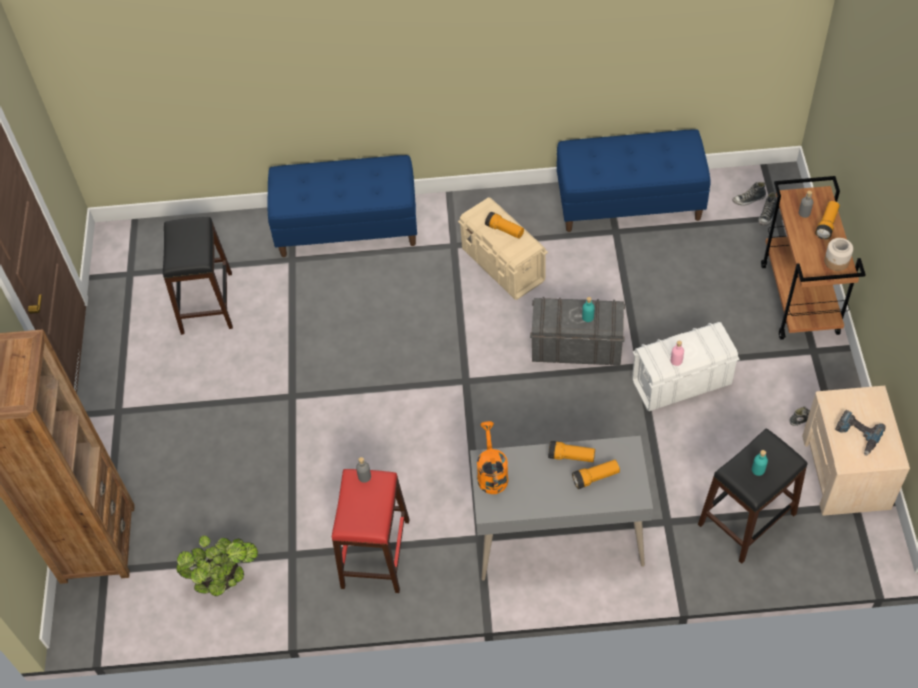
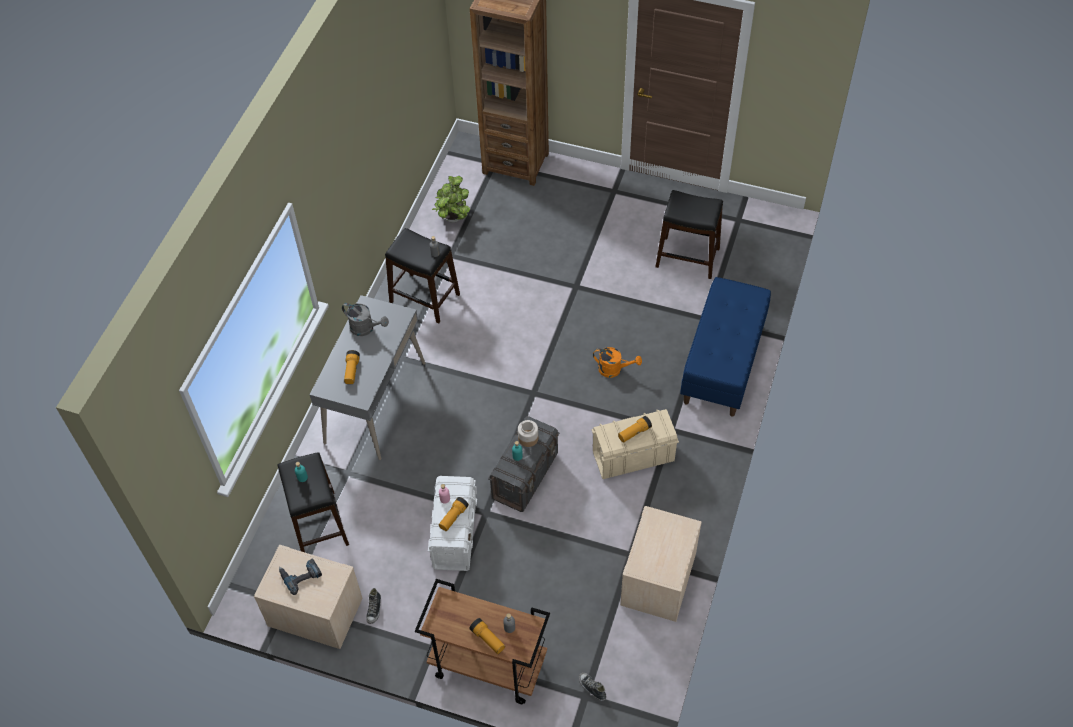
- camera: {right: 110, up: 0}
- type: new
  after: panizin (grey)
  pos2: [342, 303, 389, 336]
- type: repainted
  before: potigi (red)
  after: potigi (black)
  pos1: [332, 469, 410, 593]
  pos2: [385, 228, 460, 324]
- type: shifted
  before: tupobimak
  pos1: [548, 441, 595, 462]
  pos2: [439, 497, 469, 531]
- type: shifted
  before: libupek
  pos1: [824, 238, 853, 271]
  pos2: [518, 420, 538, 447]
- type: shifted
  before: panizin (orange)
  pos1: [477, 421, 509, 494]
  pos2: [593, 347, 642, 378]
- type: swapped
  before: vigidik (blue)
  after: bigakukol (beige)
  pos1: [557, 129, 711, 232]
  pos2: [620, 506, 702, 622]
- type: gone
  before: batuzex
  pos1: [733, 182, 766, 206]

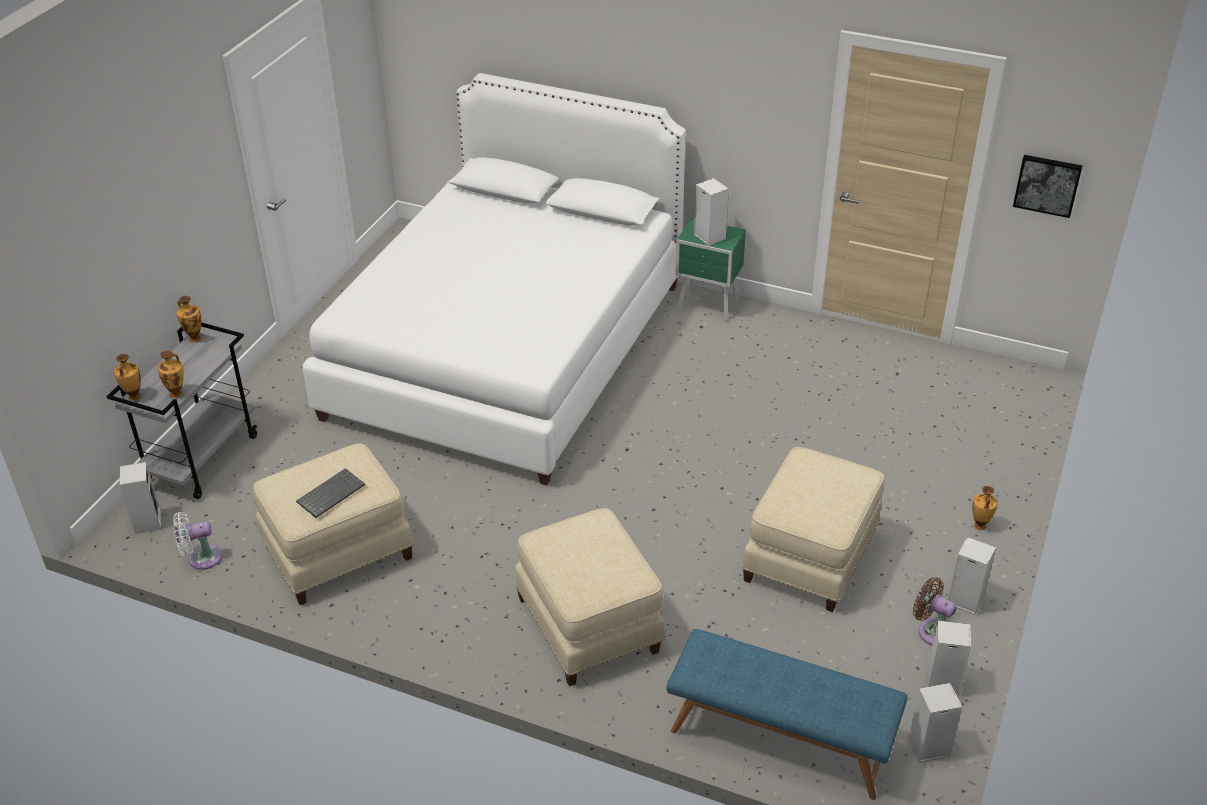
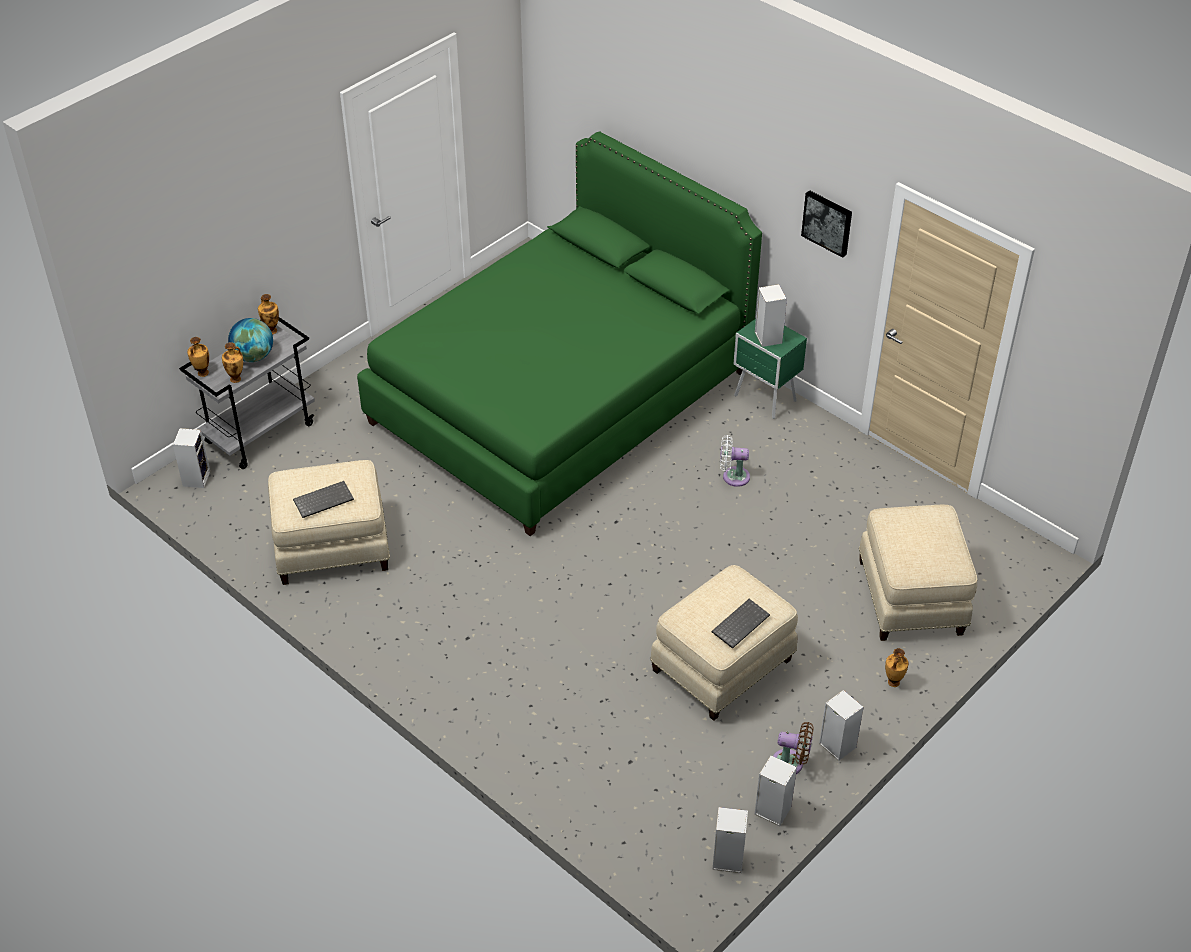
- camera: {right: 20, up: 5}
- type: new
  after: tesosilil
  pos2: [228, 318, 273, 362]
- type: repainted
  before: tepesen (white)
  after: tepesen (green)
  pos1: [302, 73, 686, 486]
  pos2: [357, 131, 762, 536]
- type: new
  after: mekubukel
  pos2: [712, 599, 770, 649]
- type: shifted
  before: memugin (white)
  pos1: [173, 512, 222, 570]
  pos2: [720, 435, 750, 487]
- type: rotated
  before: memugin (brown)
  pos1: [913, 577, 957, 646]
  pos2: [773, 722, 813, 774]
  turn: 135
- type: shifted
  before: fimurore
  pos1: [1013, 155, 1083, 218]
  pos2: [801, 190, 852, 258]
- type: shifted
  before: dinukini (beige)
  pos1: [515, 508, 665, 686]
  pos2: [859, 505, 977, 641]
- type: gone
  before: vigidik (blue)
  pos1: [666, 629, 908, 800]

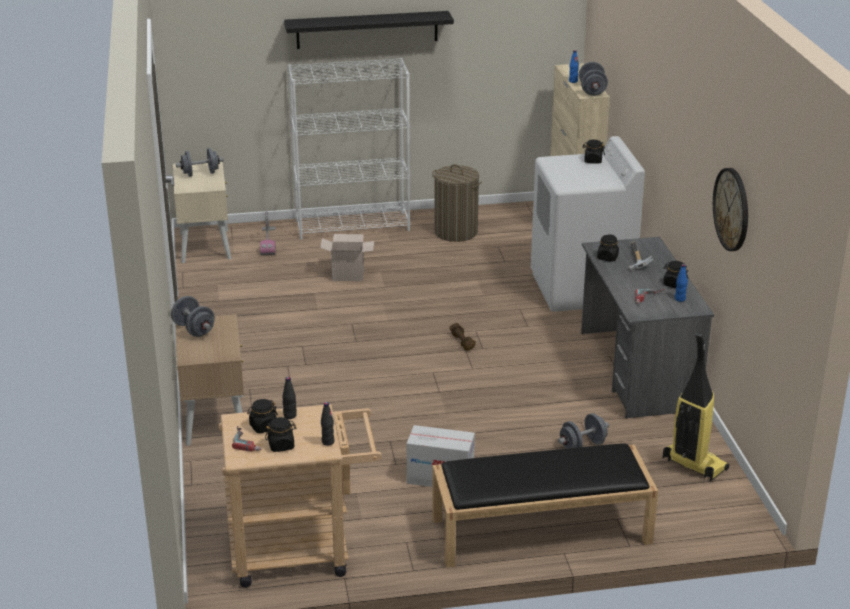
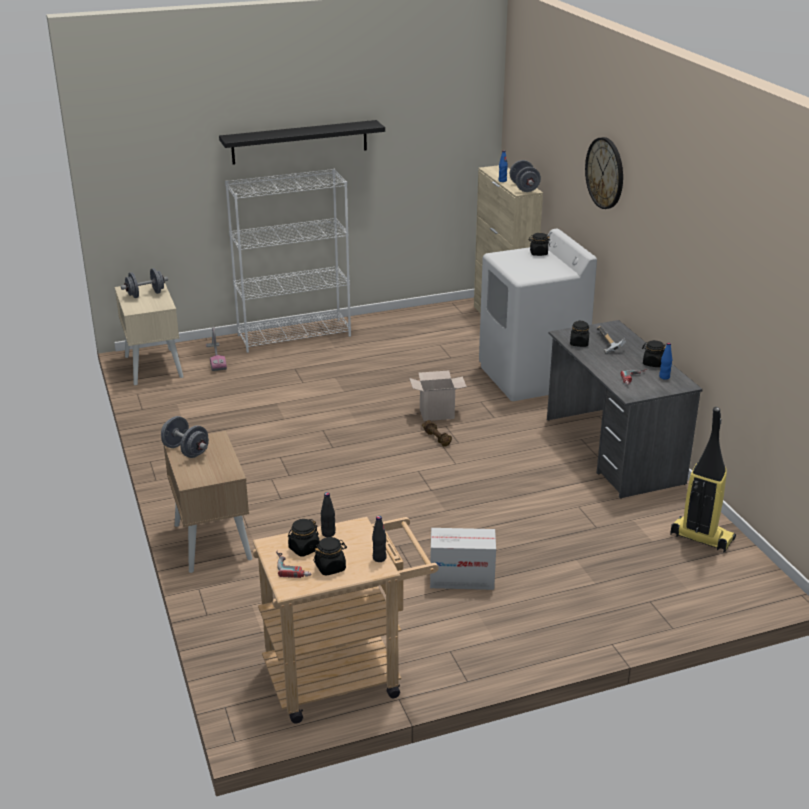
- camera: {right: -10, up: 0}
- type: shifted
  before: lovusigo
  pos1: [320, 234, 374, 281]
  pos2: [409, 370, 467, 421]
- type: shifted
  before: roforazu
  pos1: [713, 168, 748, 251]
  pos2: [585, 137, 623, 209]
- type: gone
  before: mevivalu
  pos1: [432, 164, 482, 242]
- type: gone
  before: vigidik (black)
  pos1: [432, 443, 658, 567]
- type: gone
  before: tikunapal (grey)
  pos1: [558, 413, 609, 449]

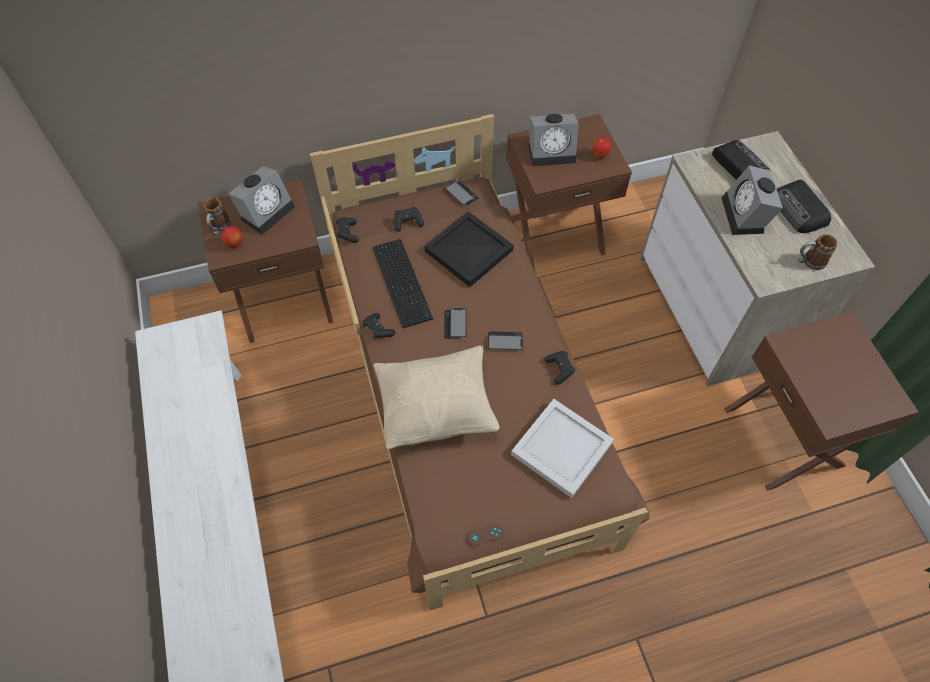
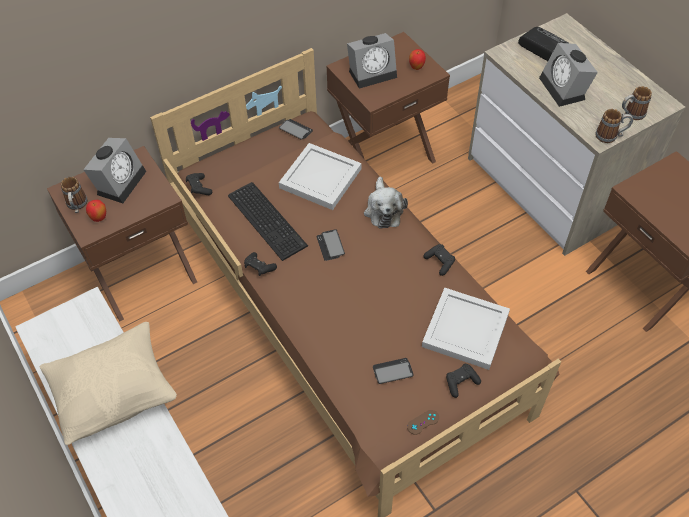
- camera: {right: -15, up: -5}
- type: shifted
  before: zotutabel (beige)
  pos1: [373, 346, 500, 449]
  pos2: [40, 322, 177, 445]
- type: repainted
  before: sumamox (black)
  after: sumamox (white)
  pos1: [425, 211, 514, 287]
  pos2: [279, 143, 361, 210]
- type: new
  after: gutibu
  pos2: [364, 176, 408, 229]
- type: shifted
  before: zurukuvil
  pos1: [488, 331, 523, 350]
  pos2: [373, 358, 413, 384]
- type: shifted
  before: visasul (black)
  pos1: [394, 207, 424, 232]
  pos2: [446, 364, 481, 398]
- type: new
  after: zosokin
  pos2: [595, 109, 633, 143]
- type: gone
  before: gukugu
  pos1: [777, 180, 831, 233]

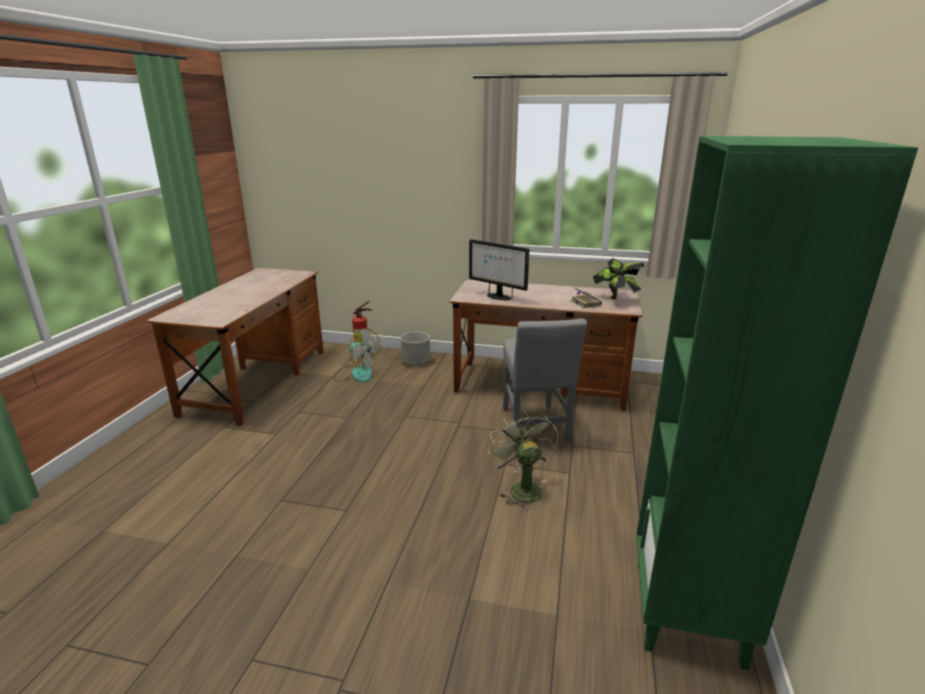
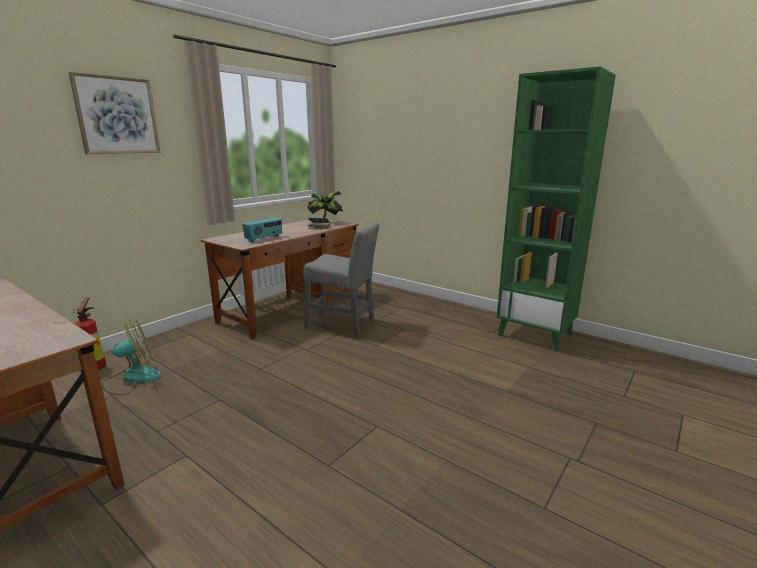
- camera: {right: -65, up: -5}
- type: new
  after: fimurore
  pos2: [68, 72, 160, 154]
- type: swapped
  before: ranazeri
  after: gukugu
  pos1: [469, 239, 529, 300]
  pos2: [242, 218, 282, 242]
- type: gone
  before: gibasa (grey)
  pos1: [401, 332, 430, 365]
- type: gone
  before: memugin (green)
  pos1: [488, 410, 558, 510]

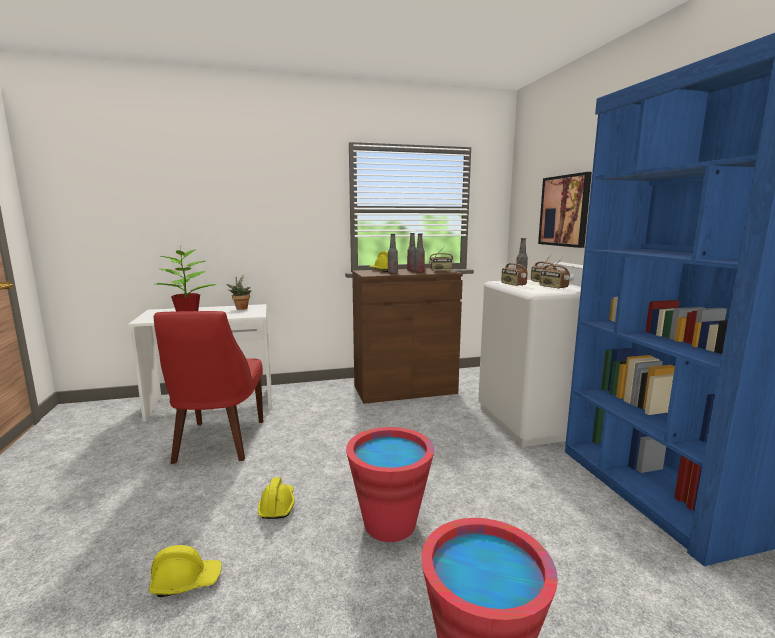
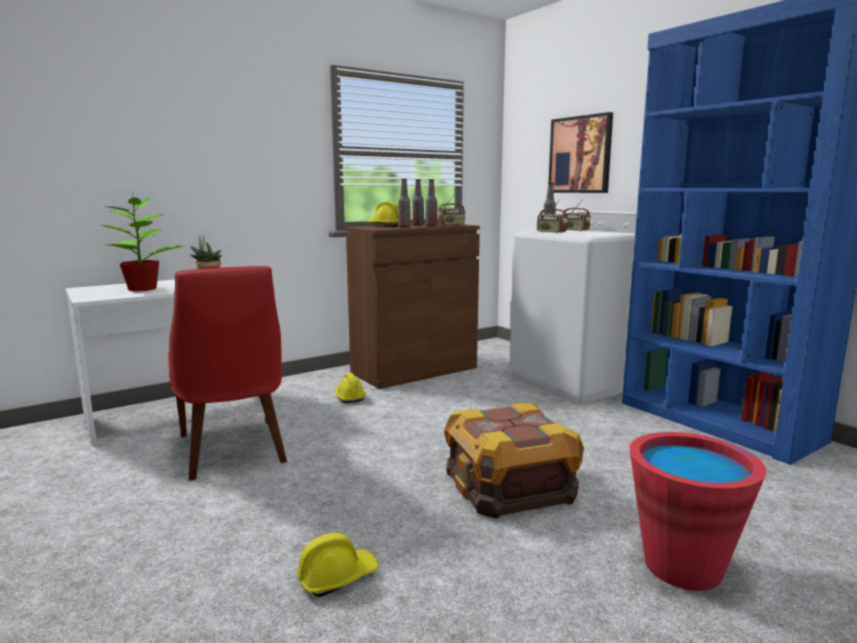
- camera: {right: -20, up: 0}
- type: shifted
  before: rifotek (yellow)
  pos1: [258, 477, 295, 519]
  pos2: [335, 373, 366, 403]
- type: swapped
  before: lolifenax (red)
  after: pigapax
  pos1: [346, 427, 434, 542]
  pos2: [444, 403, 584, 519]
- type: gone
  before: gukugu
  pos1: [539, 257, 570, 289]

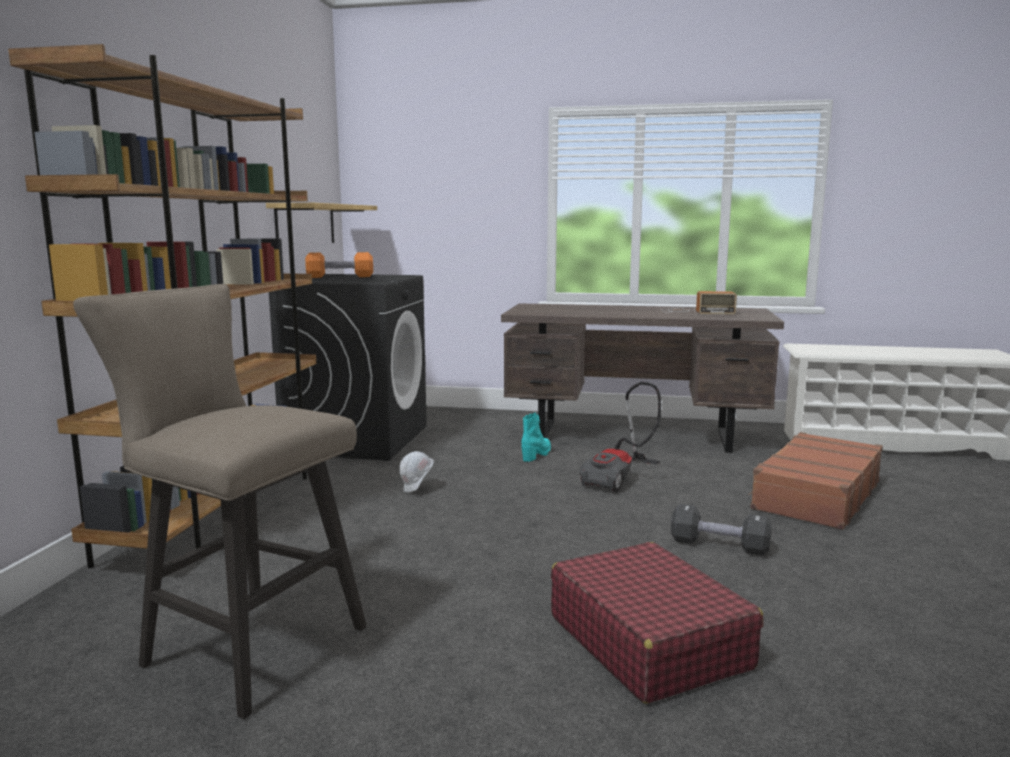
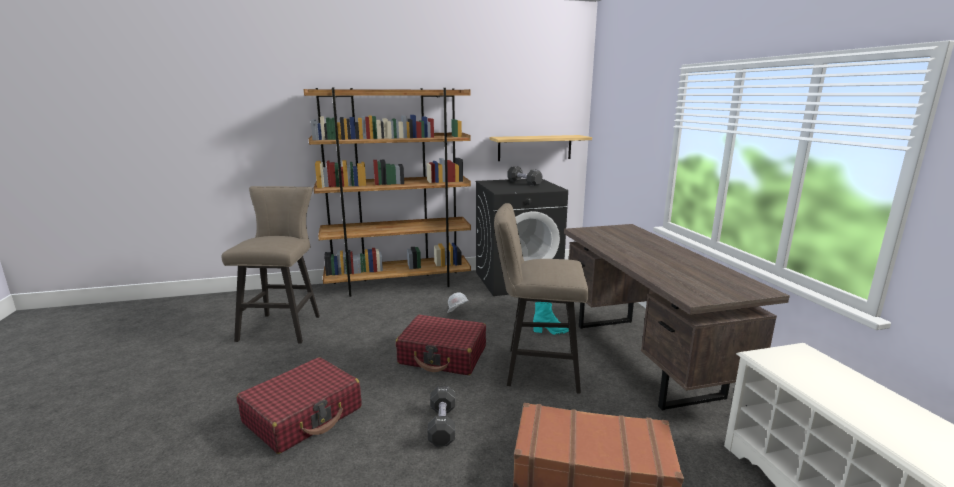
- camera: {right: 65, up: 5}
- type: new
  after: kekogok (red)
  pos2: [395, 315, 486, 375]
- type: swapped
  before: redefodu
  after: potigi (beige)
  pos1: [579, 382, 661, 492]
  pos2: [494, 203, 589, 394]
- type: repainted
  before: tikunapal (orange)
  after: tikunapal (black)
  pos1: [305, 252, 373, 278]
  pos2: [507, 166, 542, 186]
- type: gone
  before: gukugu
  pos1: [659, 291, 737, 315]

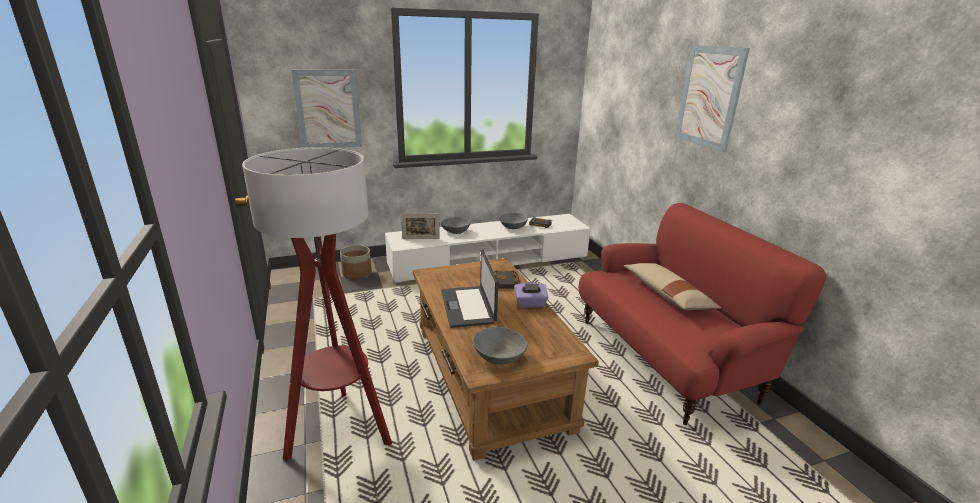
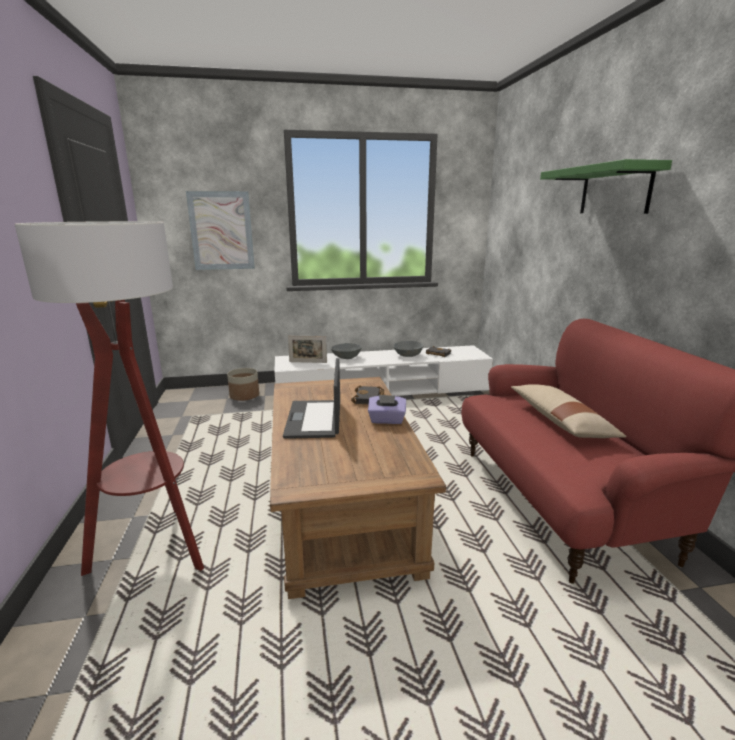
- camera: {right: 10, up: -5}
- type: swapped
  before: fimurore
  after: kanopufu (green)
  pos1: [675, 45, 750, 152]
  pos2: [540, 159, 672, 214]
- type: gone
  before: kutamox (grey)
  pos1: [473, 327, 528, 365]

